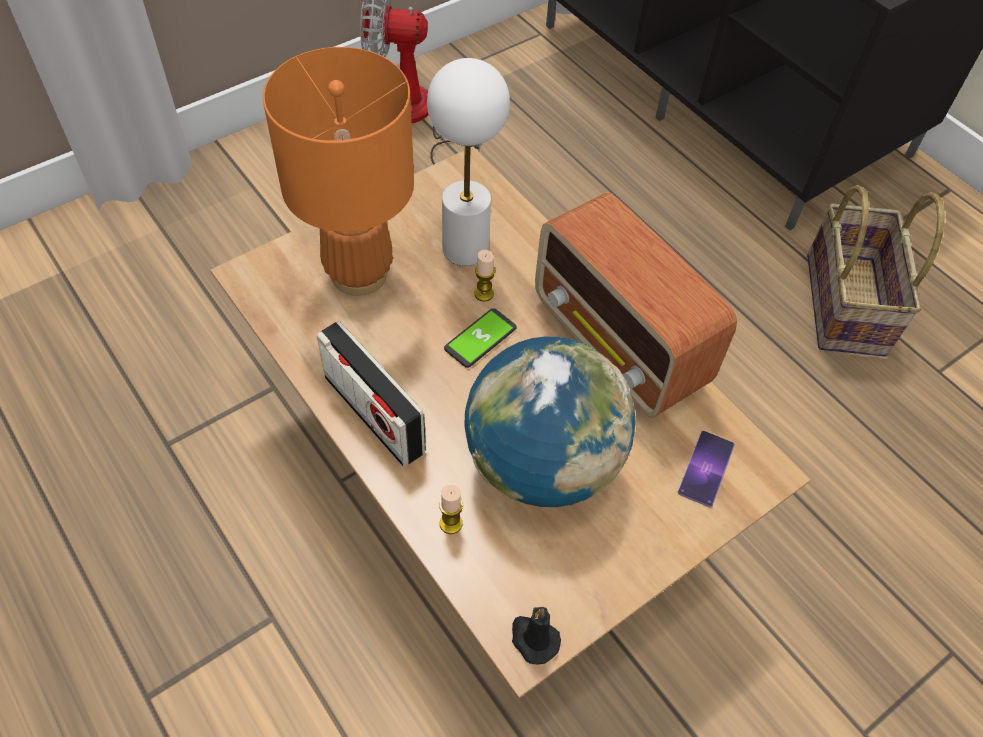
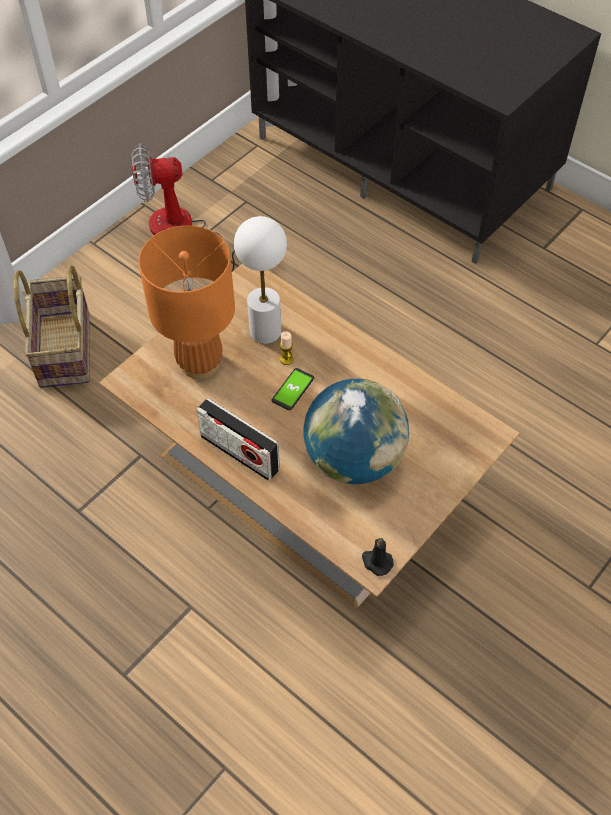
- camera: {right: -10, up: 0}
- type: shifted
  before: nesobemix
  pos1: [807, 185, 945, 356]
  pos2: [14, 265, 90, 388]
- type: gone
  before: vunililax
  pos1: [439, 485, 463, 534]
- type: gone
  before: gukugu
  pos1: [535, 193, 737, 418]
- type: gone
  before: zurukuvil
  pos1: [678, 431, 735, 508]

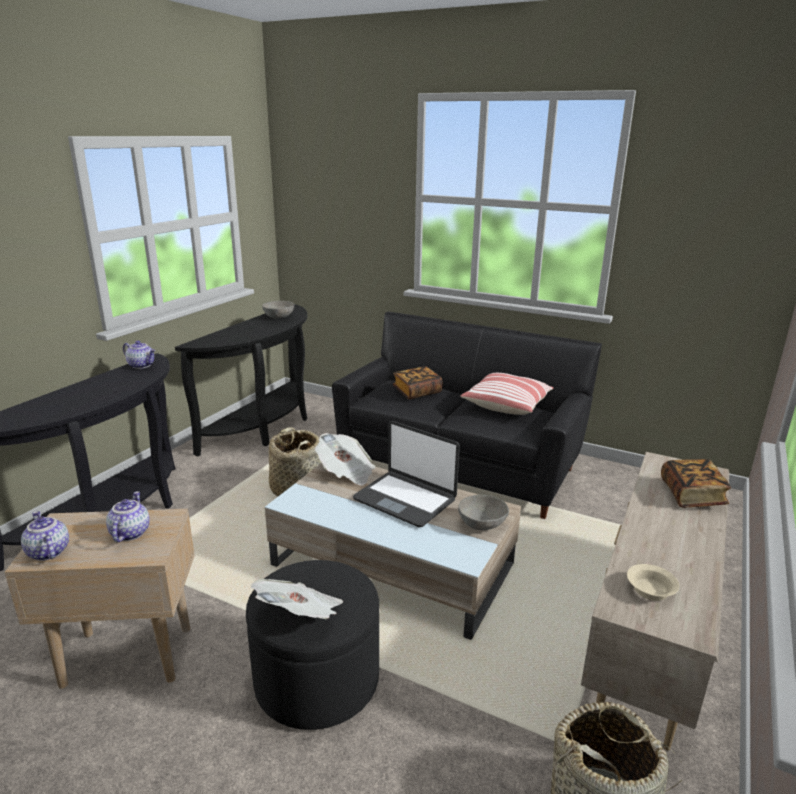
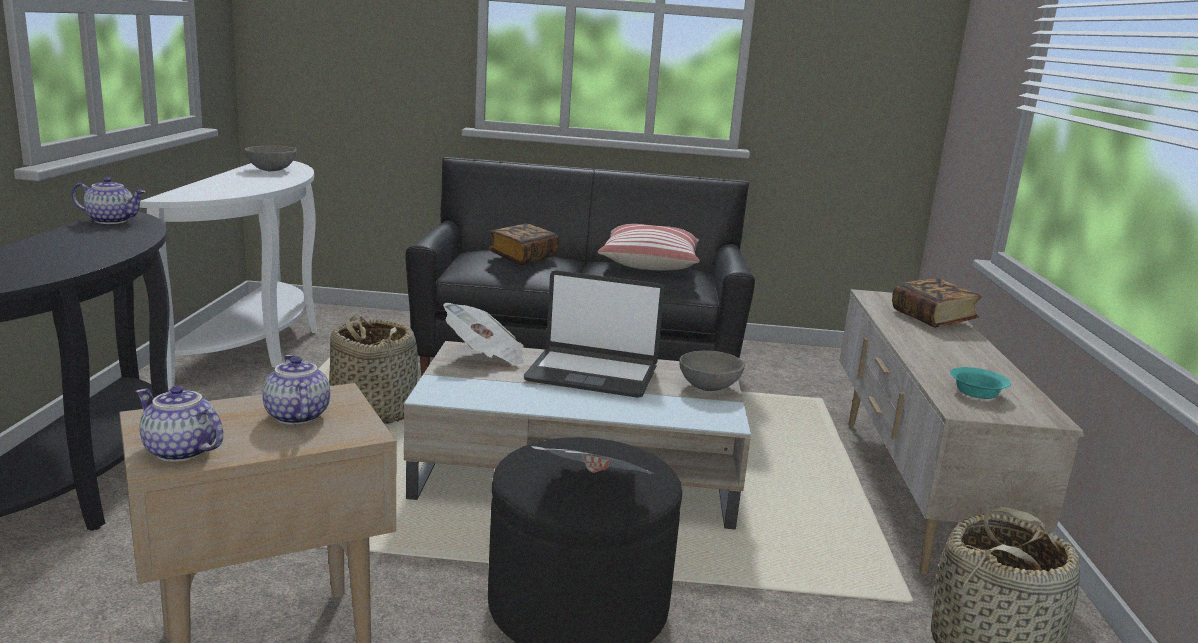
- camera: {right: -25, up: -5}
- type: repainted
  before: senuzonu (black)
  after: senuzonu (white)
  pos1: [175, 304, 307, 456]
  pos2: [140, 161, 317, 391]
- type: repainted
  before: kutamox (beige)
  after: kutamox (turquoise)
  pos1: [627, 564, 679, 601]
  pos2: [950, 367, 1011, 399]

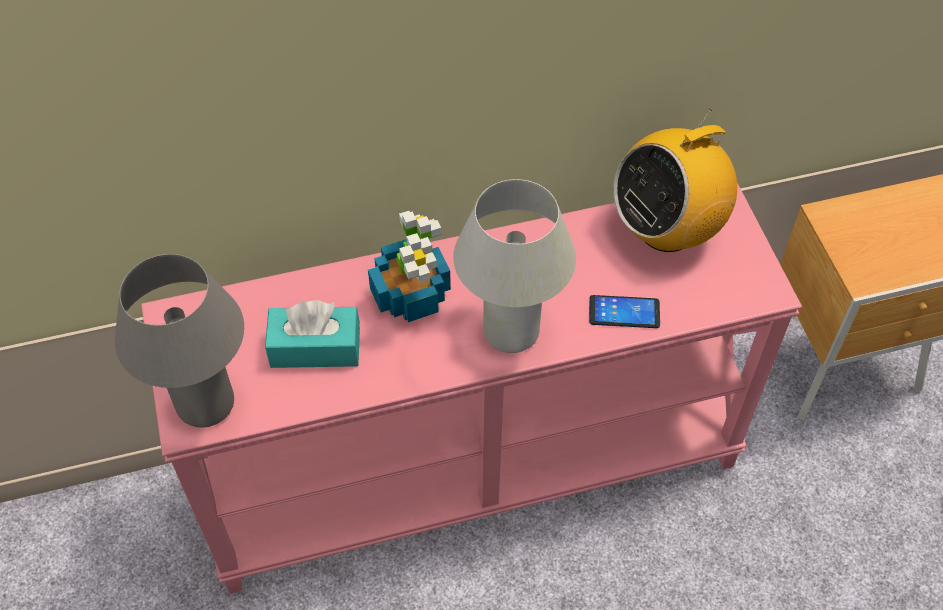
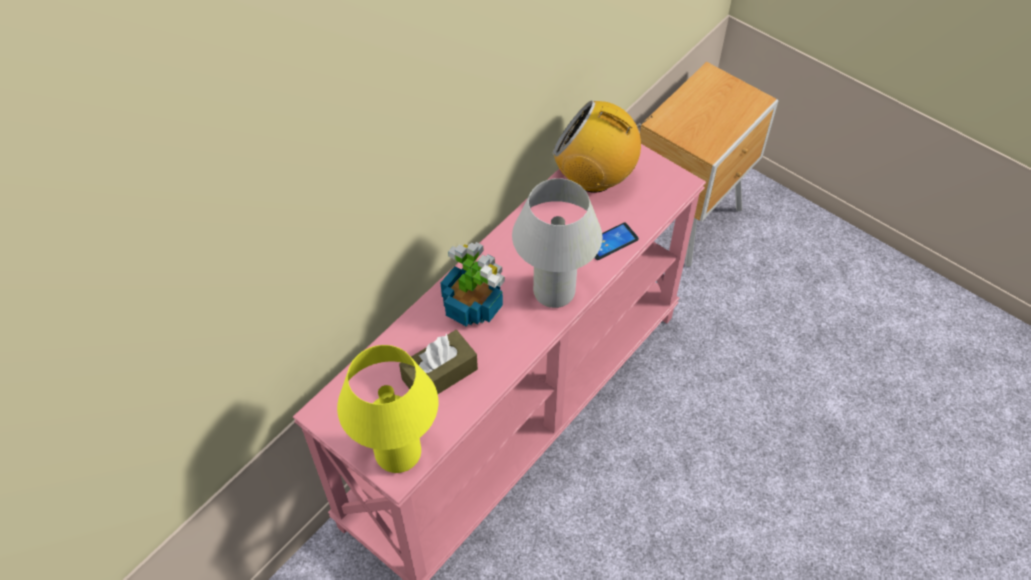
- camera: {right: -35, up: 0}
- type: repainted
  before: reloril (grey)
  after: reloril (yellow)
  pos1: [115, 254, 244, 427]
  pos2: [337, 345, 439, 473]
- type: repainted
  before: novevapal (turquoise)
  after: novevapal (brown)
  pos1: [265, 300, 360, 368]
  pos2: [399, 330, 478, 394]
- type: rotated
  before: gukugu
  pos1: [613, 109, 737, 252]
  pos2: [553, 101, 652, 193]
  turn: 90

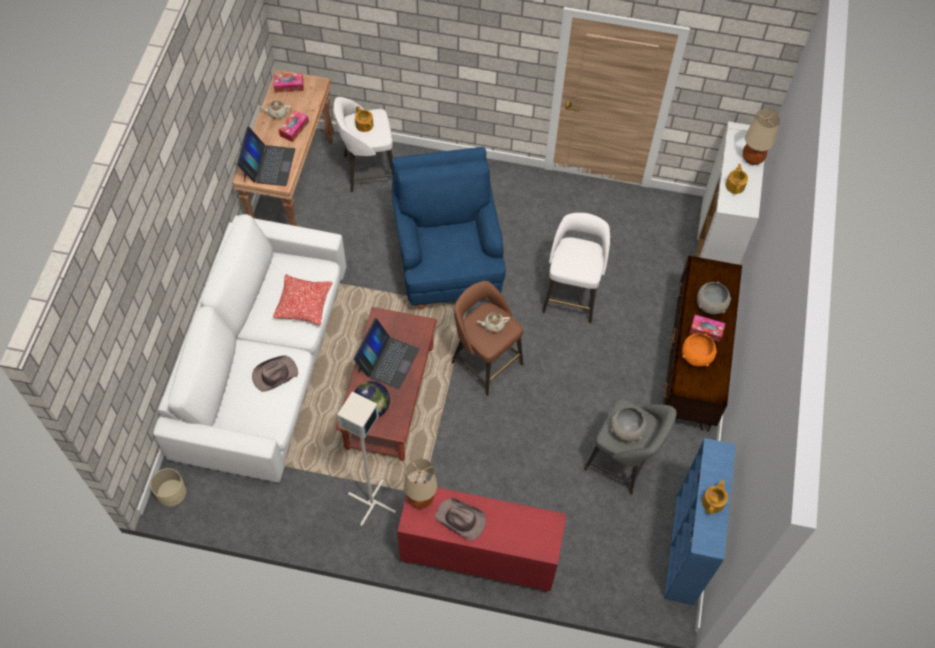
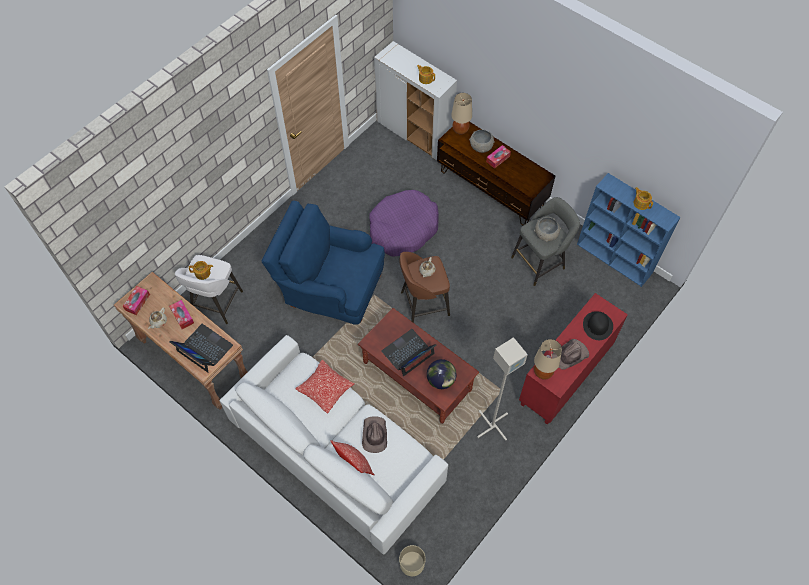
- camera: {right: -60, up: 0}
- type: new
  after: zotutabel
  pos2: [331, 440, 375, 475]
- type: swapped
  before: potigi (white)
  after: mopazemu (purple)
  pos1: [542, 213, 610, 323]
  pos2: [369, 190, 439, 257]
- type: rotated
  before: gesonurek
  pos1: [353, 318, 420, 389]
  pos2: [381, 329, 437, 376]
  turn: -90
- type: shifted
  before: reloril (beige)
  pos1: [743, 109, 780, 165]
  pos2: [451, 93, 472, 134]
- type: new
  after: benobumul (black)
  pos2: [583, 311, 613, 340]
- type: gone
  before: kutamox (orange)
  pos1: [682, 333, 717, 367]

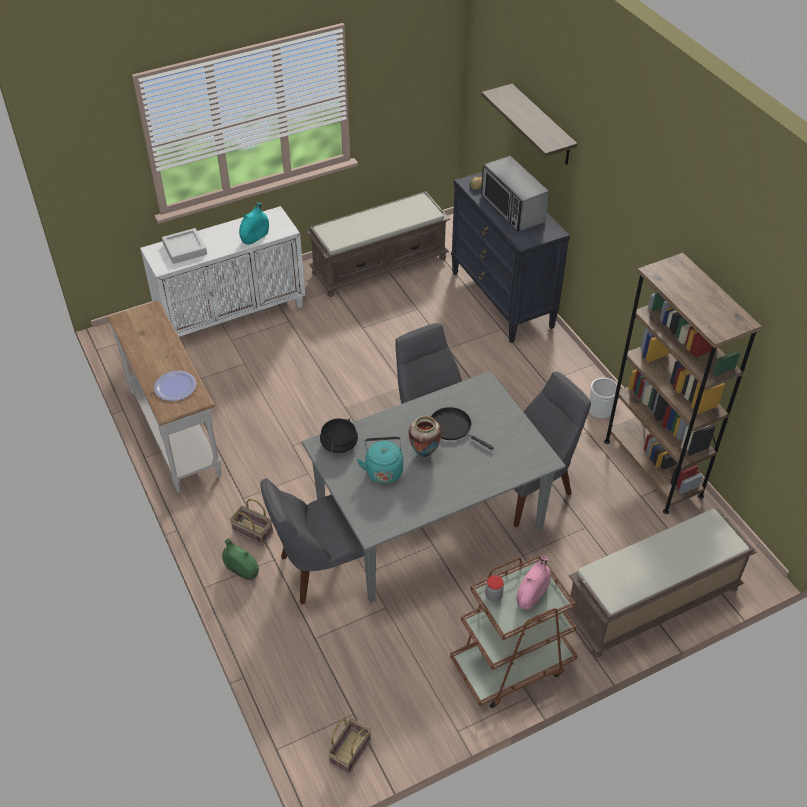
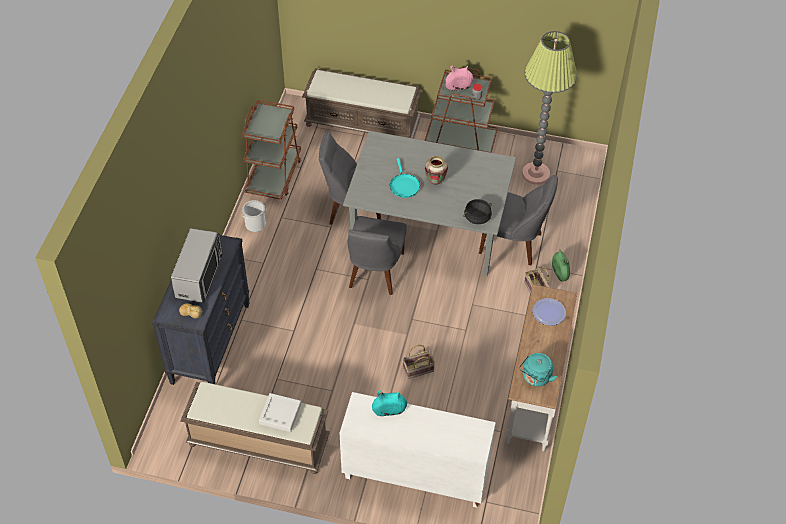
- camera: {right: -140, up: 5}
- type: swapped
  before: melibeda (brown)
  after: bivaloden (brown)
  pos1: [604, 253, 762, 514]
  pos2: [242, 100, 301, 200]
- type: shifted
  before: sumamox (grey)
  pos1: [162, 228, 207, 264]
  pos2: [259, 393, 301, 432]
- type: repainted
  before: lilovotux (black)
  after: lilovotux (turquoise)
  pos1: [431, 407, 494, 450]
  pos2: [390, 158, 420, 198]
- type: shifted
  before: nesobemix
  pos1: [328, 718, 371, 775]
  pos2: [403, 345, 435, 379]
- type: shifted
  before: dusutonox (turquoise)
  pos1: [357, 436, 403, 484]
  pos2: [519, 353, 558, 387]
- type: new
  after: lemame
  pos2: [522, 31, 577, 185]
- type: gone
  before: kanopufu
  pos1: [481, 84, 578, 165]

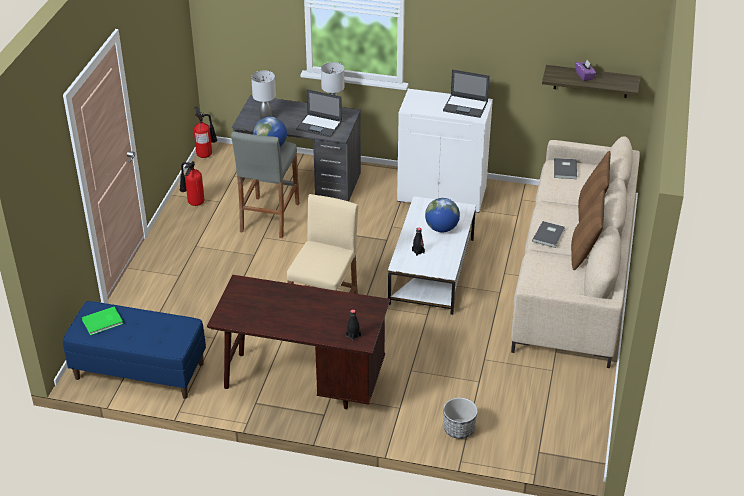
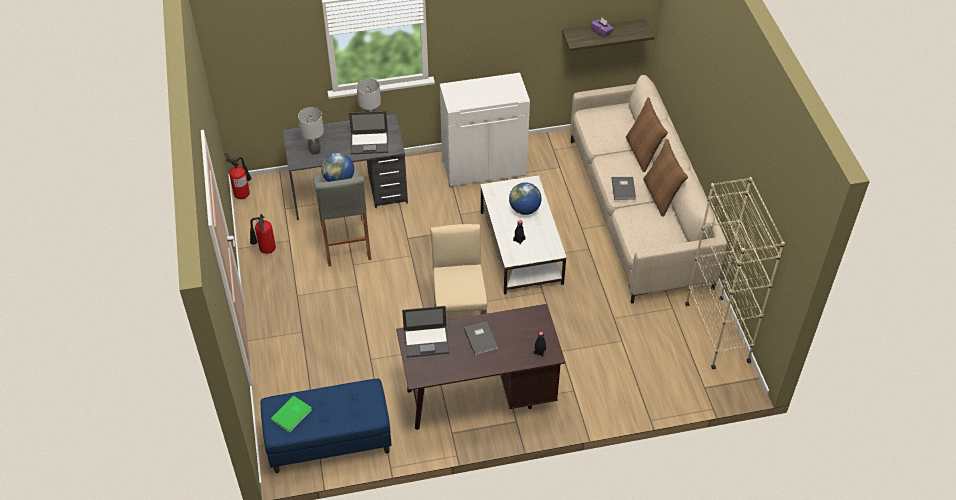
- camera: {right: -25, up: 10}
- type: shifted
  before: gesonurek
  pos1: [443, 69, 490, 118]
  pos2: [402, 306, 450, 358]
- type: shifted
  before: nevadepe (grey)
  pos1: [554, 158, 577, 179]
  pos2: [464, 322, 498, 355]
- type: new
  after: melibeda (beige)
  pos2: [685, 177, 785, 369]
- type: gone
  before: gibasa
  pos1: [443, 397, 478, 439]

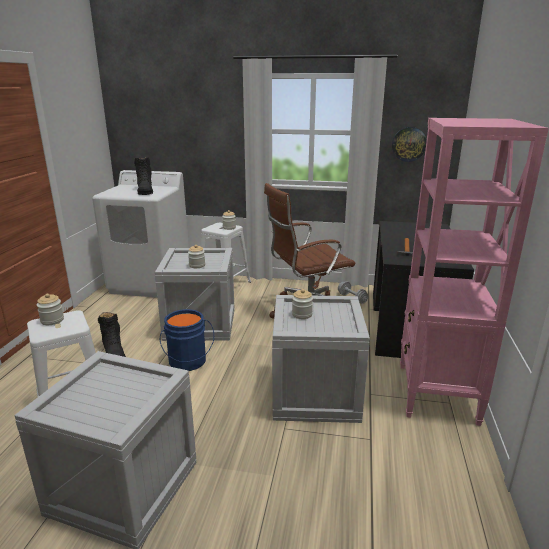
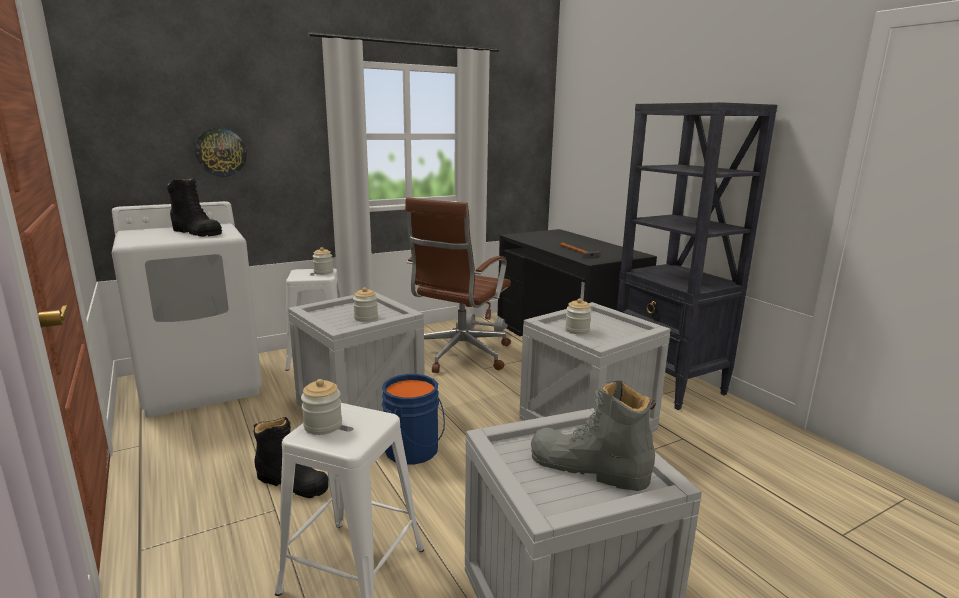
- camera: {right: -40, up: -5}
- type: shifted
  before: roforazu
  pos1: [392, 127, 427, 162]
  pos2: [195, 128, 247, 177]
- type: new
  after: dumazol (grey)
  pos2: [531, 380, 656, 491]
- type: repainted
  before: melibeda (pink)
  after: melibeda (black)
  pos1: [400, 118, 549, 426]
  pos2: [617, 102, 777, 410]

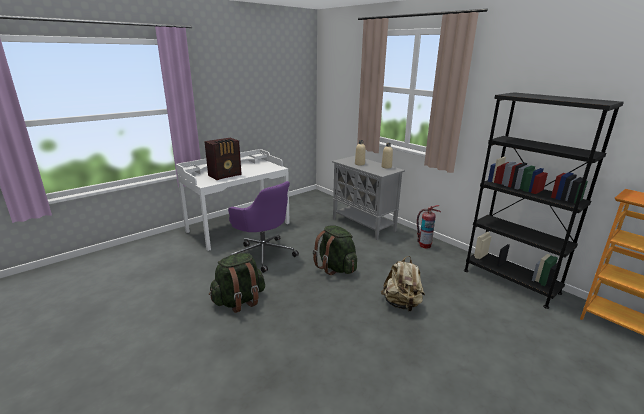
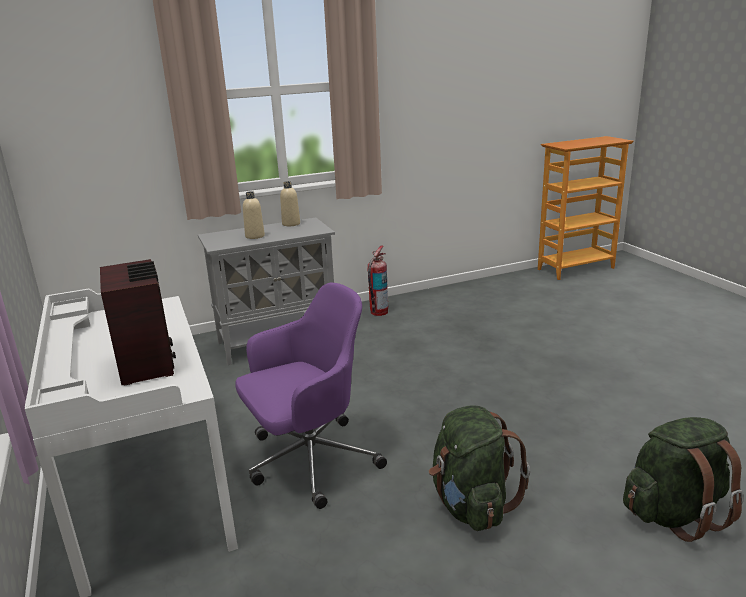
- camera: {right: -70, up: 0}
- type: shifted
  before: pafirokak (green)
  pos1: [313, 225, 357, 275]
  pos2: [623, 417, 744, 542]
- type: gone
  before: pafirokak (beige)
  pos1: [381, 256, 425, 312]
- type: gone
  before: melibeda (black)
  pos1: [464, 92, 624, 309]

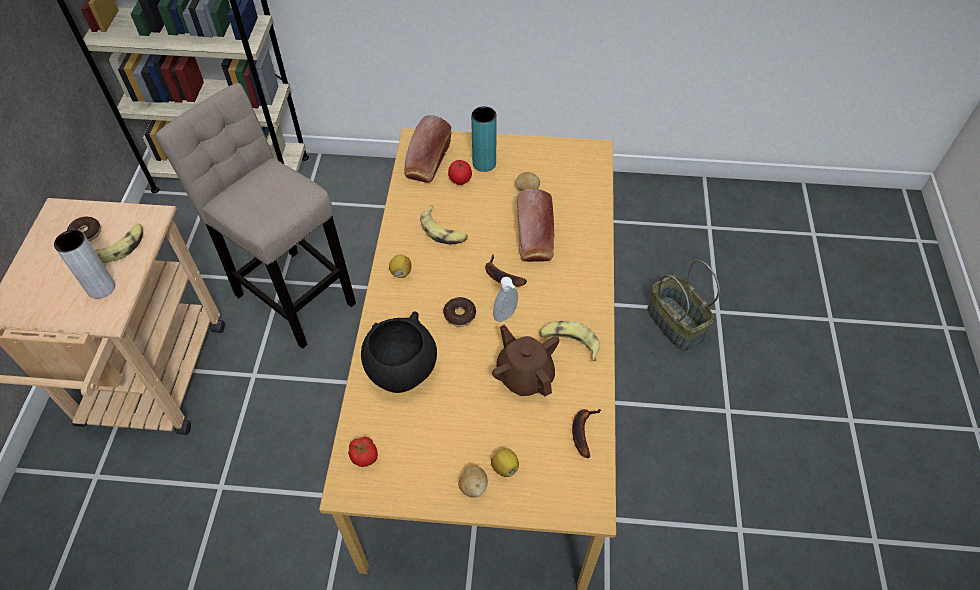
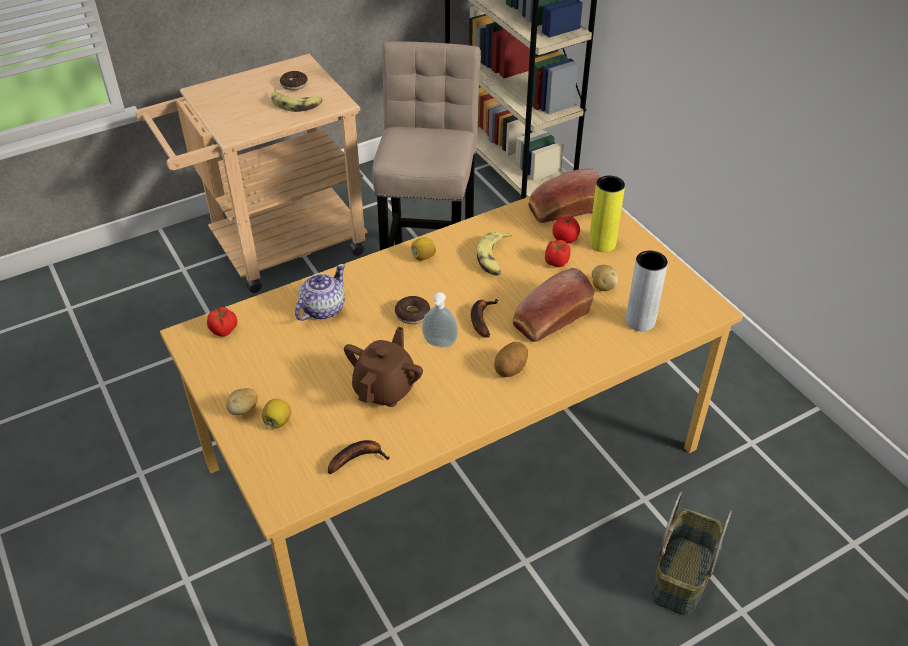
- camera: {right: 55, up: -10}
- type: swapped
  before: kutamox (black)
  after: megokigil
  pos1: [361, 311, 437, 393]
  pos2: [295, 264, 345, 321]
- type: new
  after: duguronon
  pos2: [494, 342, 528, 377]
- type: new
  after: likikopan
  pos2: [545, 240, 570, 267]
- type: repainted
  before: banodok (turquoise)
  after: banodok (yellow)
  pos1: [471, 106, 497, 172]
  pos2: [589, 176, 625, 252]
- type: shifted
  before: banodok (grey)
  pos1: [54, 230, 115, 299]
  pos2: [626, 251, 668, 331]
- type: gone
  before: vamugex
  pos1: [539, 321, 600, 361]

